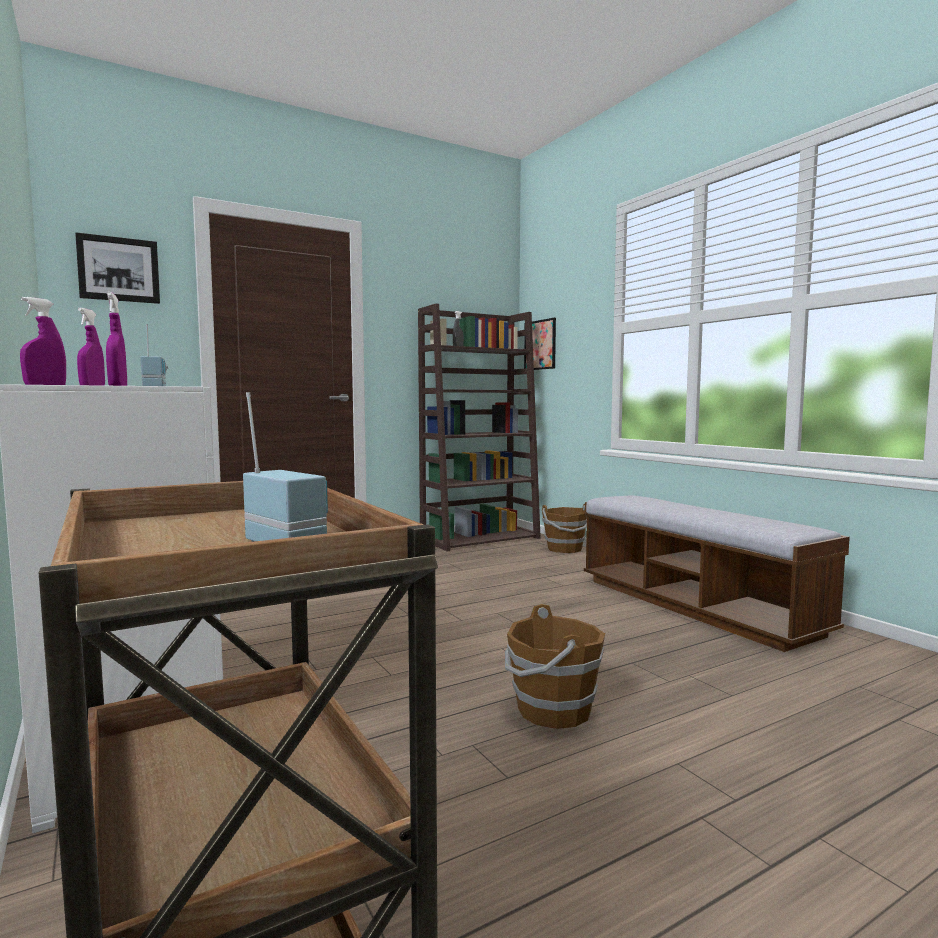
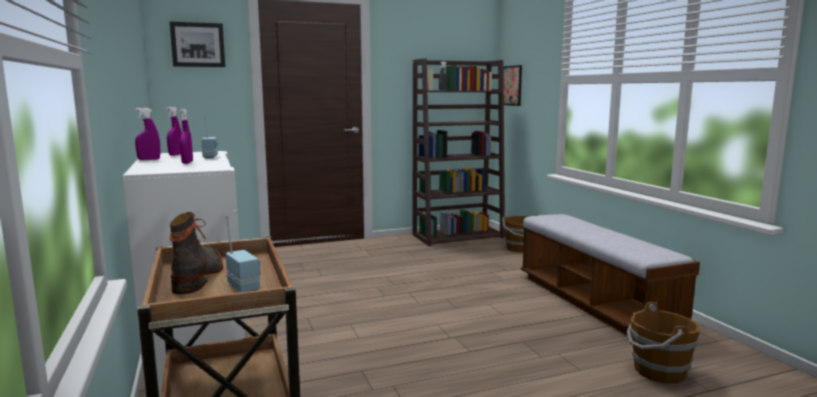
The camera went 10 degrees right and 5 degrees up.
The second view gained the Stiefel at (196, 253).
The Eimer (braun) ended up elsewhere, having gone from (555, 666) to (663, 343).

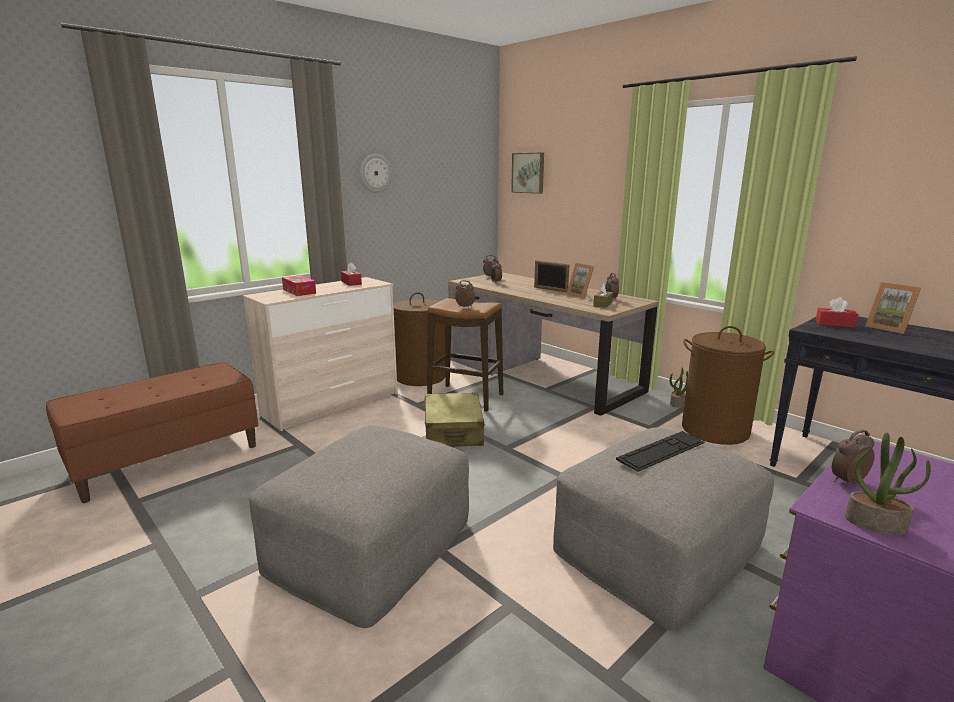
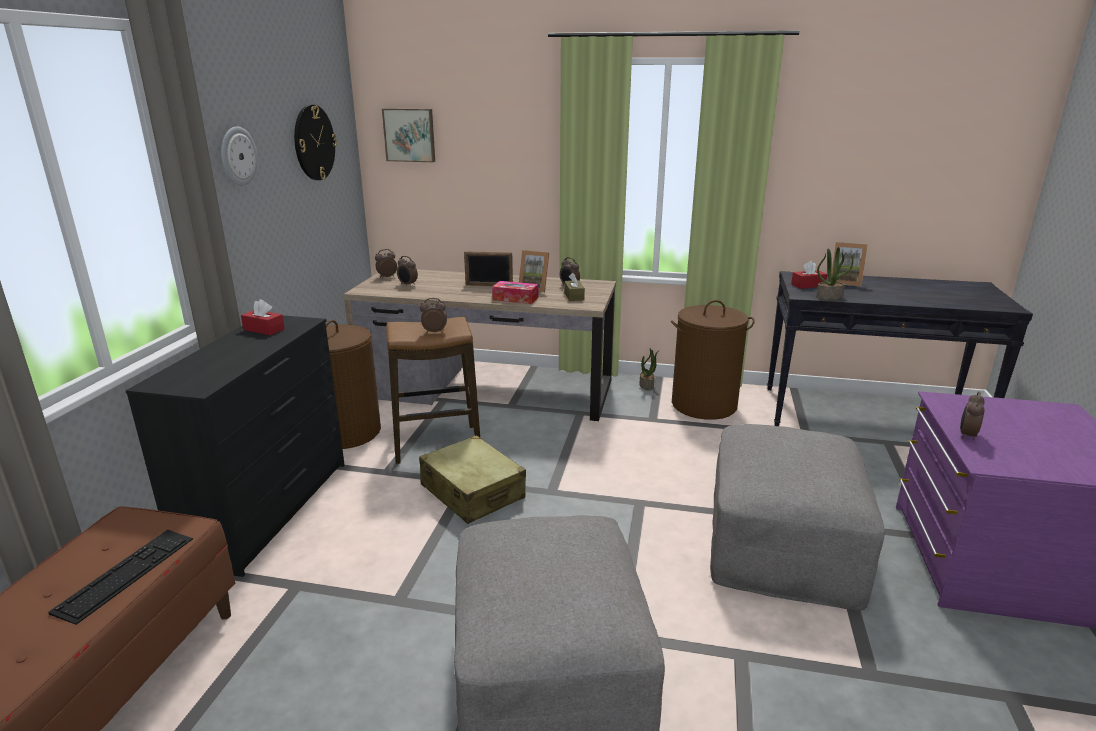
The camera went 35 degrees left and 5 degrees up.
The Tastatur ended up elsewhere, having gone from (660, 451) to (120, 577).
What was the Kommode (beige) at (320, 354) turned into the Kommode (schwarz) at (235, 446).
The second view gained the Wanduhr at (315, 142).
The Taschentuchbox ended up elsewhere, having gone from (299, 285) to (515, 292).
The Topfpflanze ended up elsewhere, having gone from (888, 484) to (834, 273).

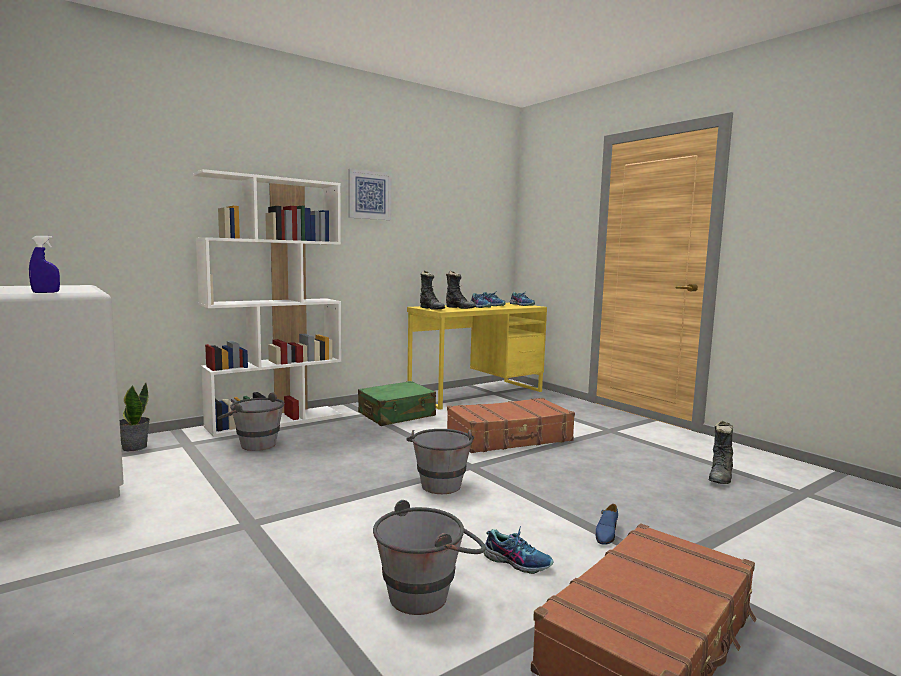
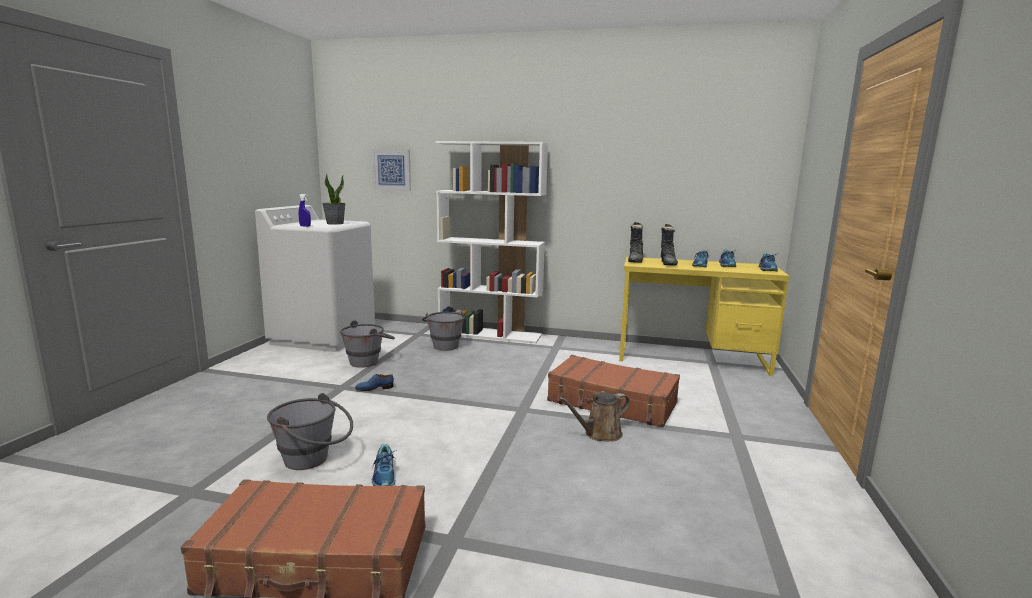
The camera went 50 degrees right and 5 degrees up.
The Topfpflanze ended up elsewhere, having gone from (135, 417) to (334, 199).
The Eimer (grau) ended up elsewhere, having gone from (440, 461) to (367, 344).
The Schuh (blau) ended up elsewhere, having gone from (606, 524) to (374, 382).
The Bild ended up elsewhere, having gone from (369, 194) to (391, 170).
The second view gained the Gießkanne (braun) at (594, 416).
The second view lost the Koffer (grün) at (397, 403).
The second view lost the Stiefel (schwarz) at (721, 452).

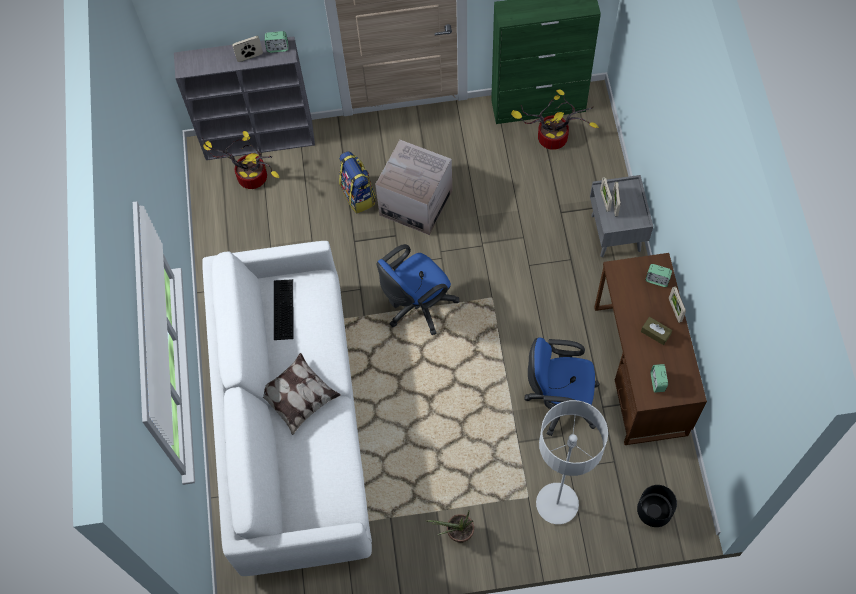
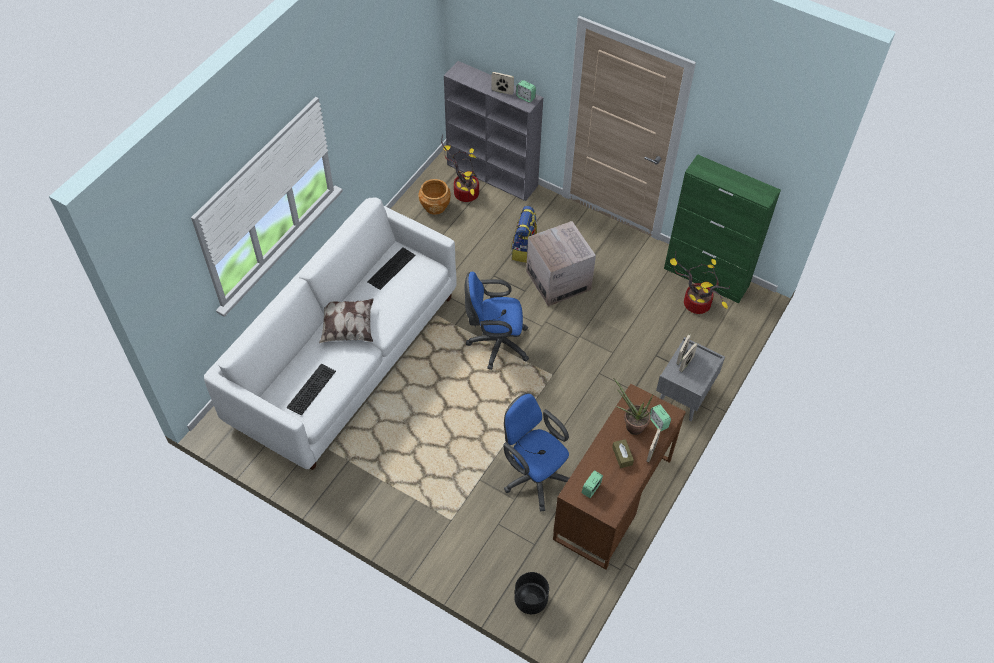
The camera went 35 degrees right and 10 degrees down.
The second view gained the Tastatur at (311, 390).
The second view gained the Pflanzkübel (braun) at (434, 197).
The Topfpflanze ended up elsewhere, having gone from (449, 527) to (633, 406).
The second view lost the Stehlampe (grau) at (572, 462).

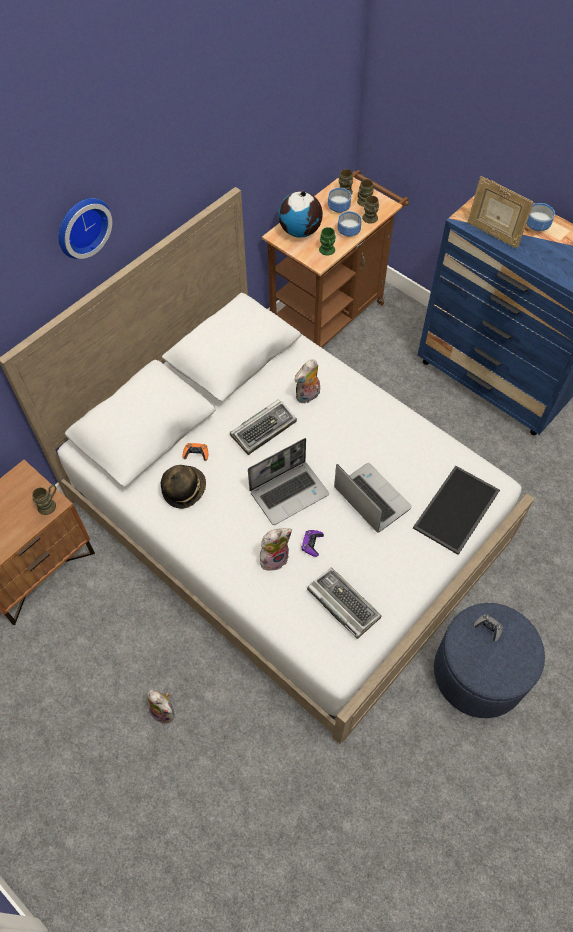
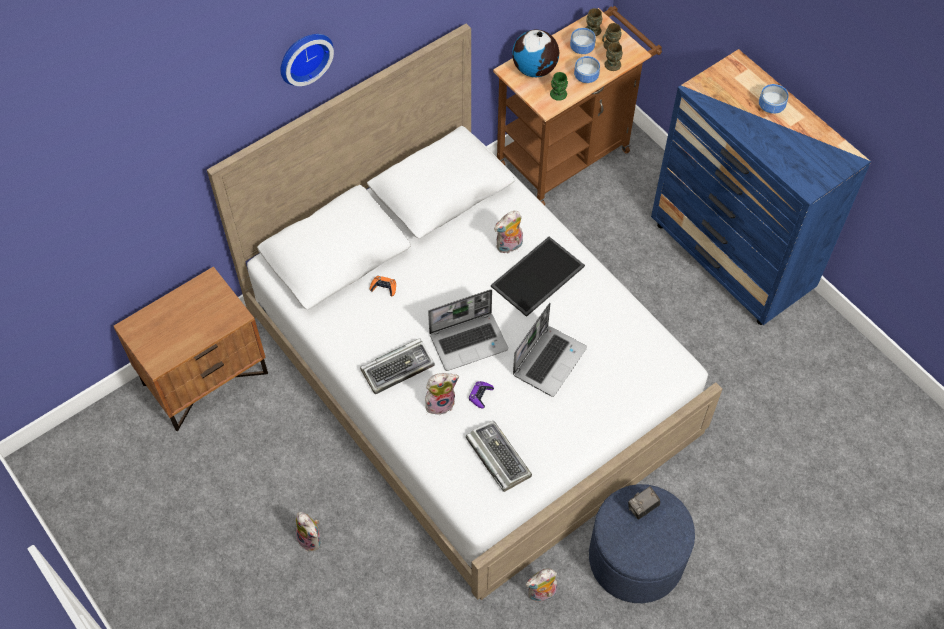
The camera went 10 degrees right and 0 degrees up.
The Tastatur ended up elsewhere, having gone from (263, 427) to (397, 366).
The Tablett ended up elsewhere, having gone from (456, 510) to (538, 277).
The Laptop at (373, 498) ended up facing another way, 60 degrees clockwise from before.
The second view gained the Plüschtier at (541, 585).
Where the Gamepad (grau) stood at (488, 628), the Kamera came to stand at (644, 503).
The second view lost the Henkelbecher (braun) at (44, 499).
The second view lost the Hut at (183, 487).
The second view lost the Bilderrahmen at (500, 212).

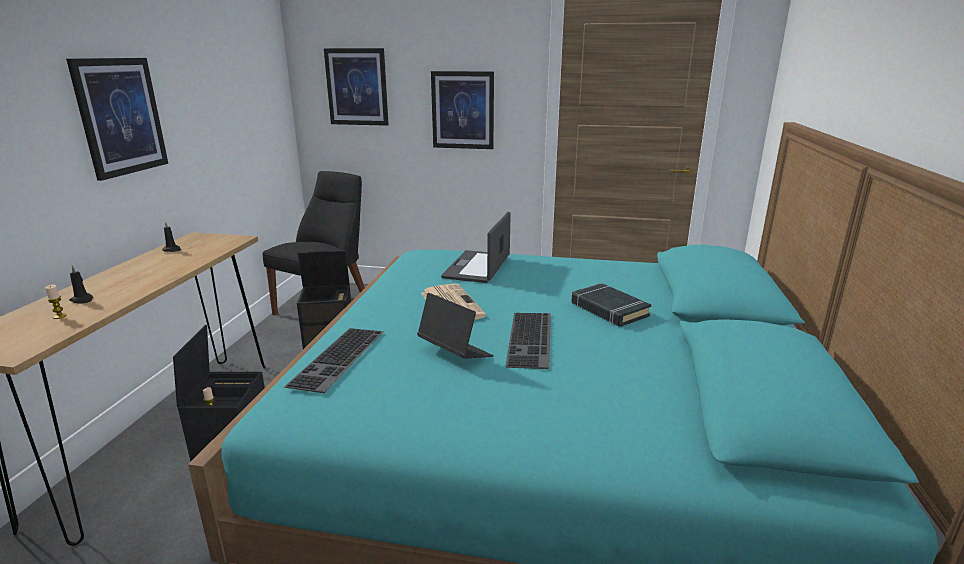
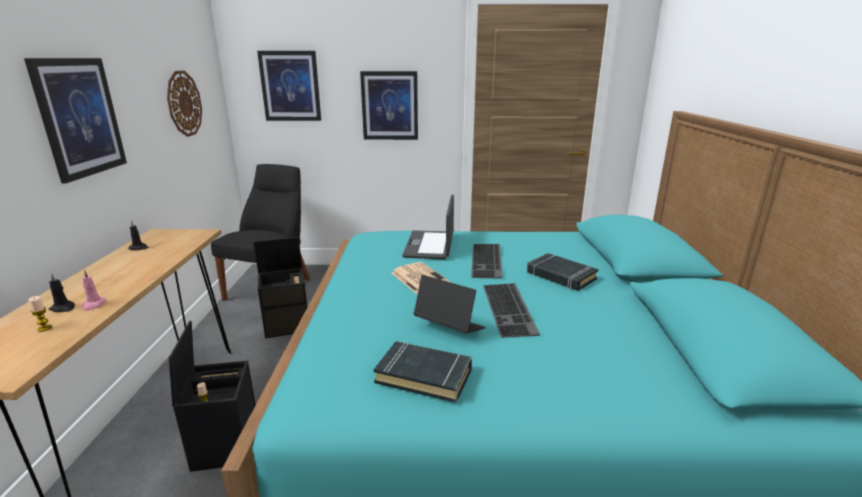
The camera went 10 degrees left and 0 degrees up.
The second view gained the Kerze (rosa) at (94, 290).
The second view gained the Wanduhr at (184, 104).
The second view gained the Buch (schwarz) at (423, 372).
The Tastatur ended up elsewhere, having gone from (334, 360) to (487, 261).

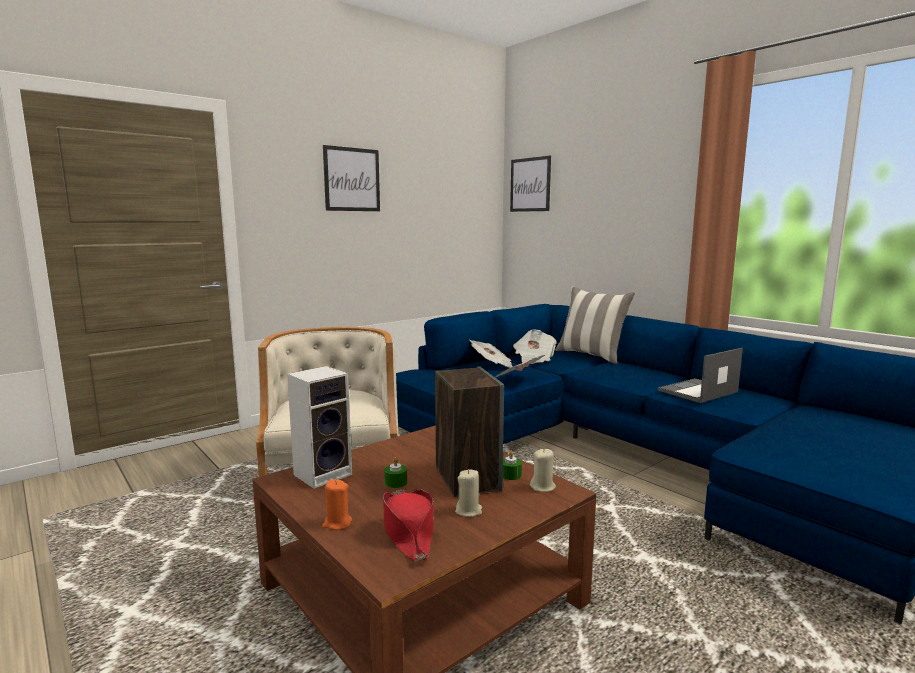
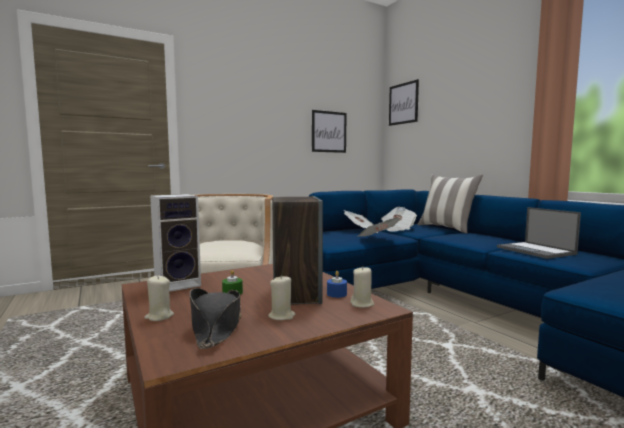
The camera went 10 degrees right and 5 degrees down.
What was the Kerze (orange) at (337, 504) turned into the Kerze (beige) at (159, 298).
What was the Hut (rot) at (408, 525) turned into the Hut (schwarz) at (215, 318).
The Bild ended up elsewhere, having gone from (351, 178) to (329, 131).
What was the Kerze (grün) at (512, 465) turned into the Kerze (blau) at (337, 284).
The Laptop at (700, 375) ended up facing another way, 90 degrees counterclockwise from before.

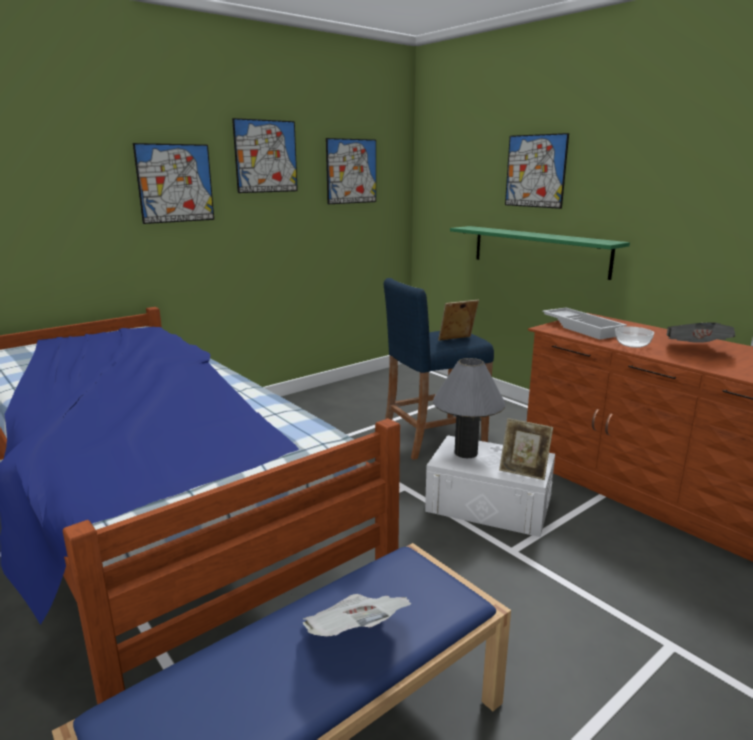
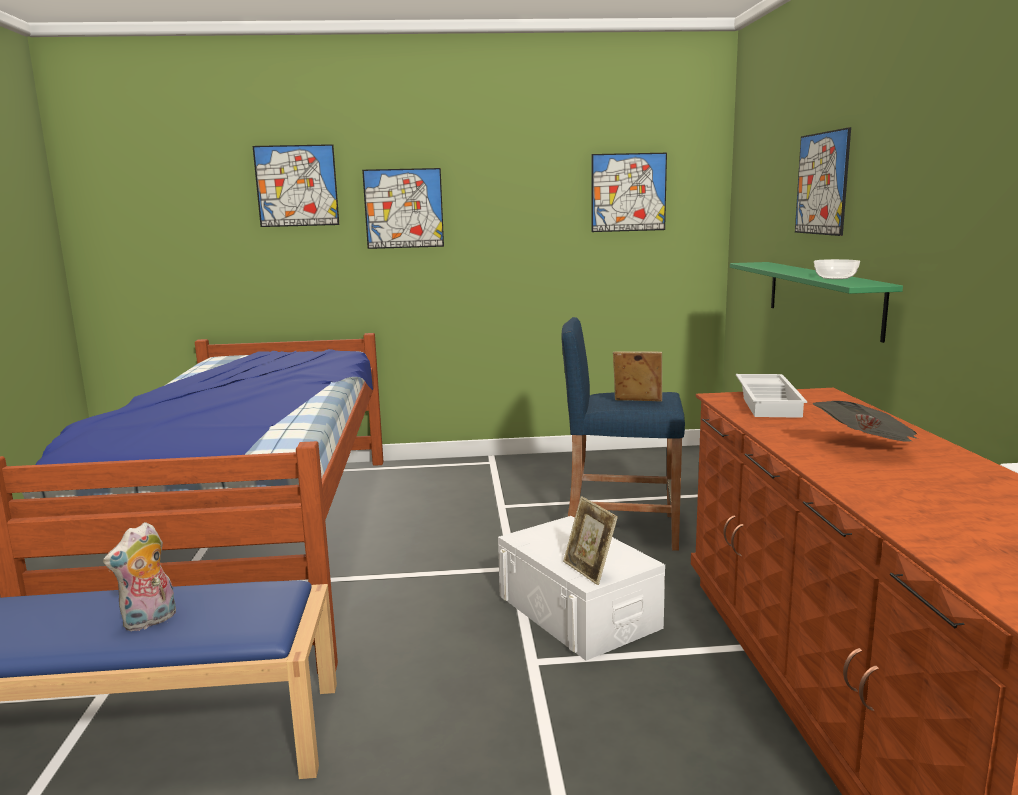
The camera went 35 degrees right and 5 degrees down.
Where the Zeitung stood at (357, 615), the Plüschtier came to stand at (139, 576).
The Bild ended up elsewhere, having gone from (265, 155) to (296, 185).
The Schüssel ended up elsewhere, having gone from (634, 337) to (837, 269).
The second view lost the Tischlampe (grau) at (469, 408).

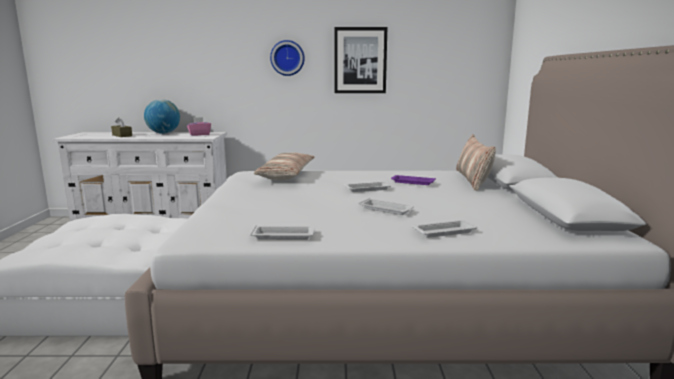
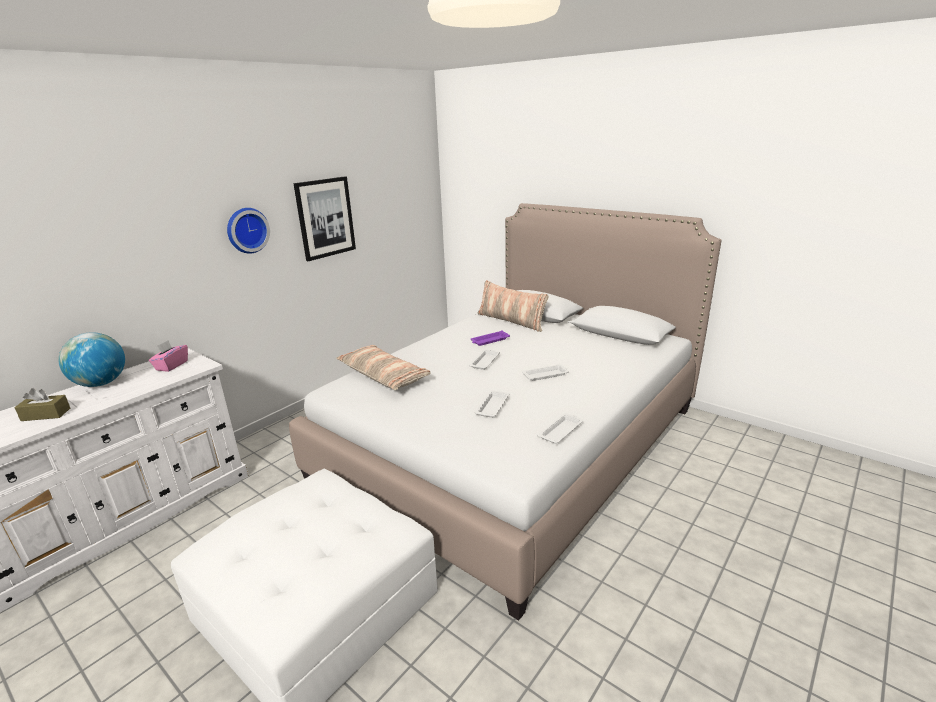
The camera went 50 degrees left and 10 degrees up.
The Tablett (weiß) ended up elsewhere, having gone from (444, 229) to (492, 404).

